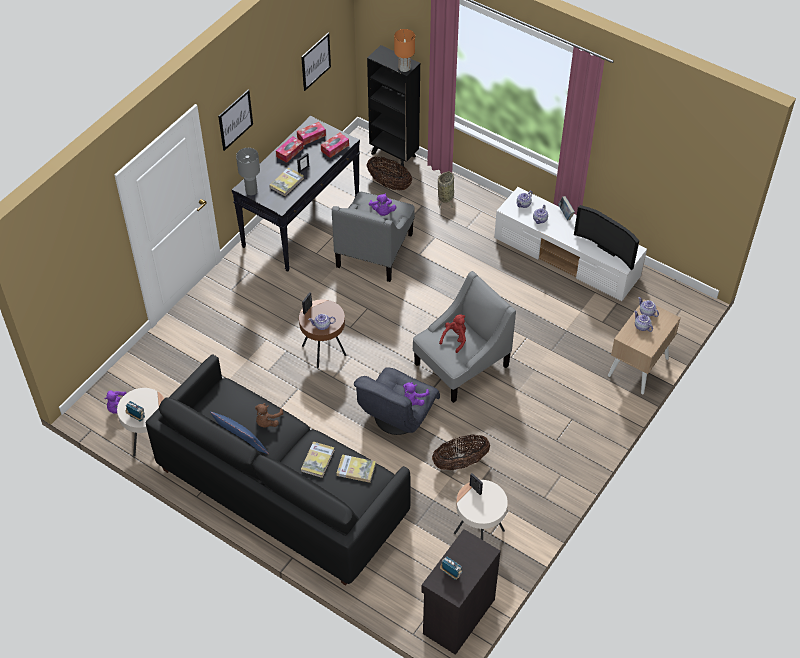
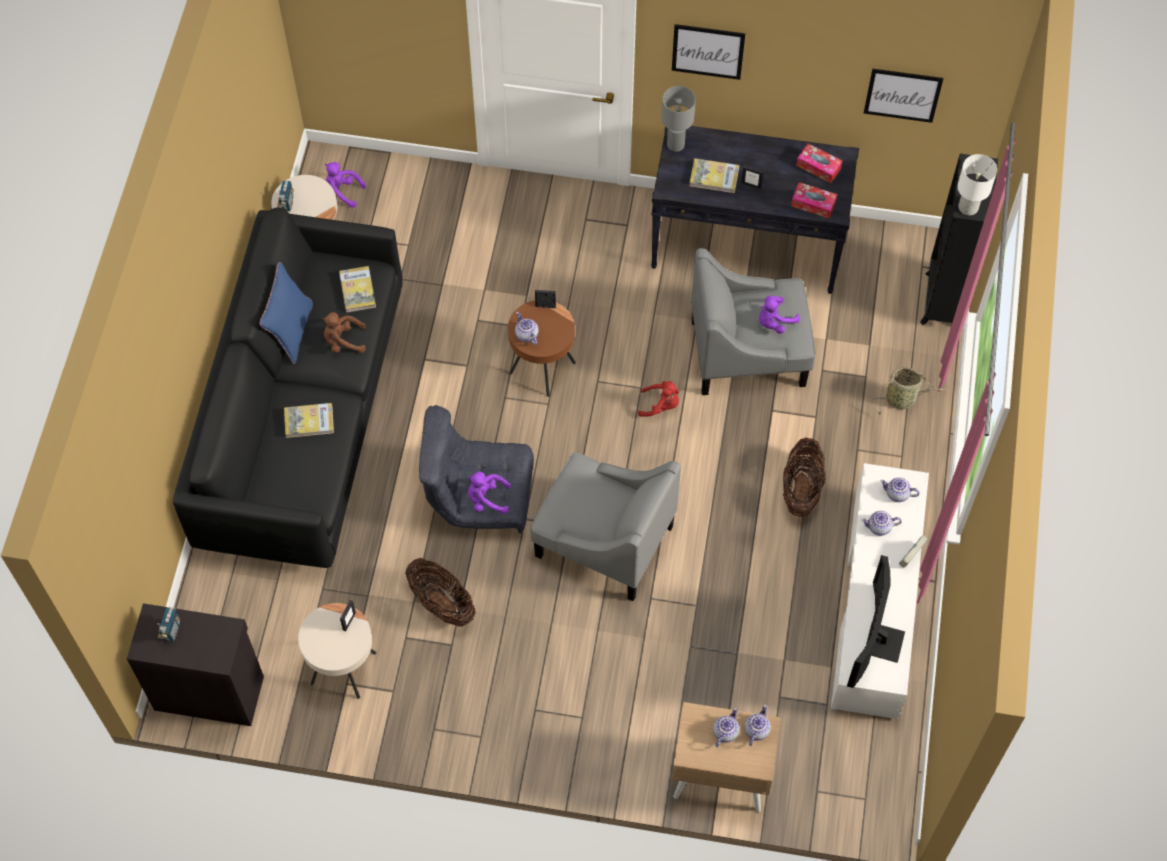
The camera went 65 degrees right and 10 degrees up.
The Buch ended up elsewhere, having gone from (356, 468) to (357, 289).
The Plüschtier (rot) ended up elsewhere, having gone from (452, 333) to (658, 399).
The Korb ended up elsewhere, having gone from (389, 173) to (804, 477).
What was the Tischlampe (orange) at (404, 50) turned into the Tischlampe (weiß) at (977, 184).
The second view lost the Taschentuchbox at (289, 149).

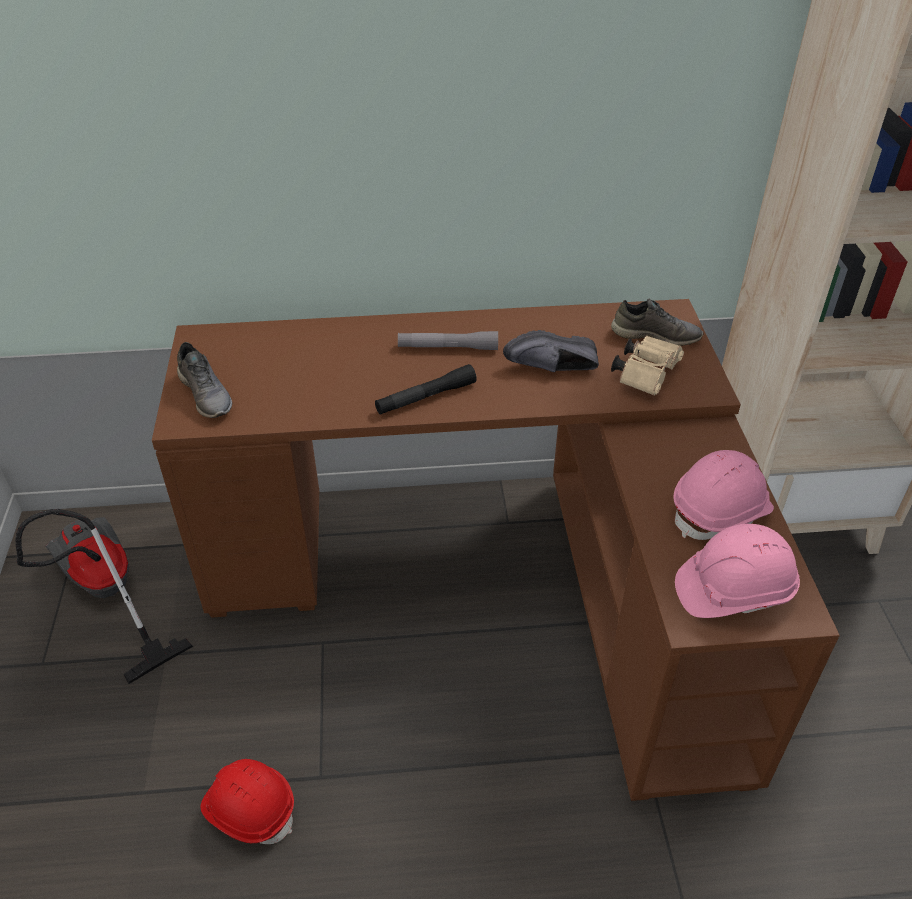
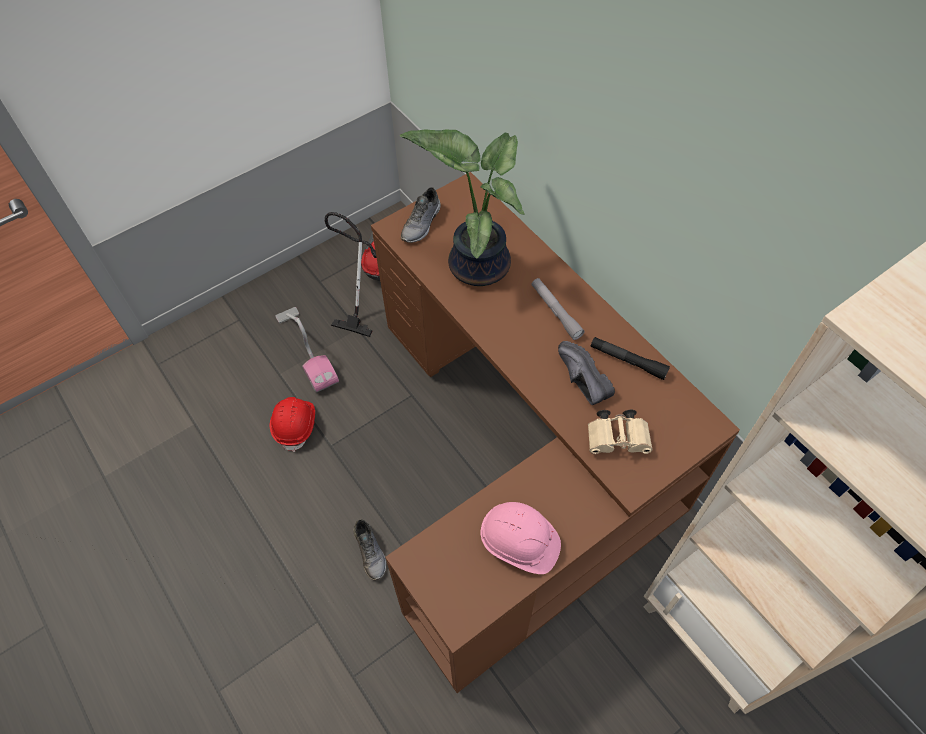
The camera went 60 degrees right and 15 degrees up.
The second view gained the Staubsauger at (307, 350).
The Schuh (grau) ended up elsewhere, having gone from (657, 322) to (369, 549).
The second view gained the Topfpflanze at (462, 207).
The Taschenlampe (schwarz) ended up elsewhere, having gone from (426, 389) to (630, 358).
The second view lost the Schutzhelm (rosa) at (737, 571).

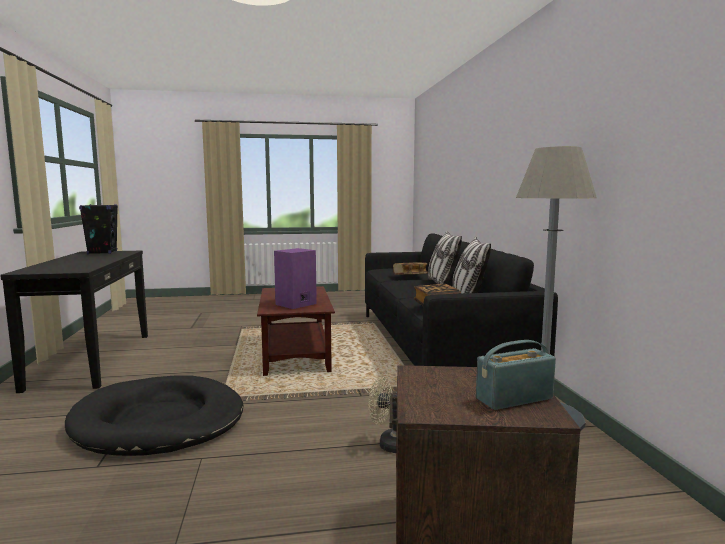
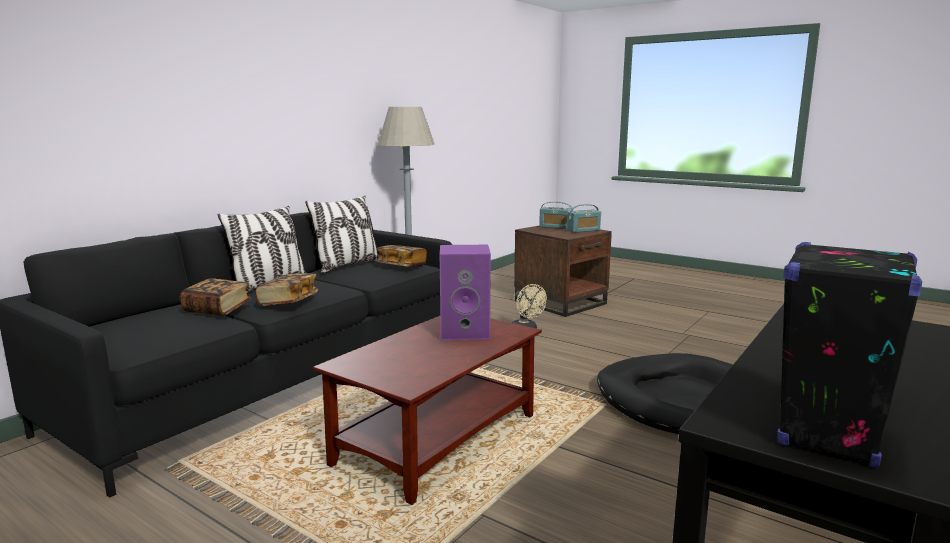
The camera went 135 degrees left and 5 degrees up.
The second view gained the Buch at (287, 289).
The second view gained the Radio at (584, 218).

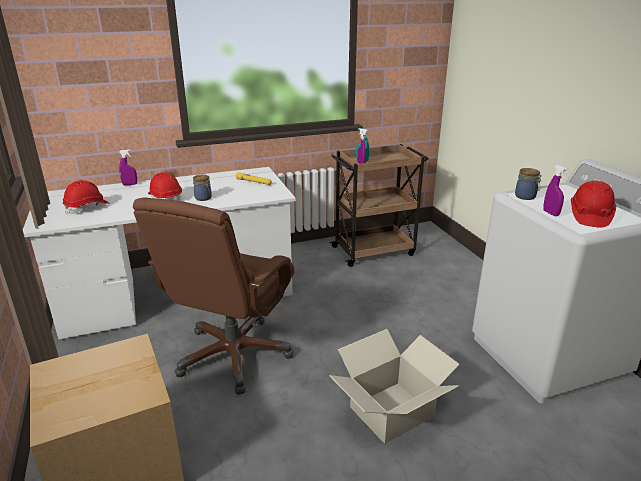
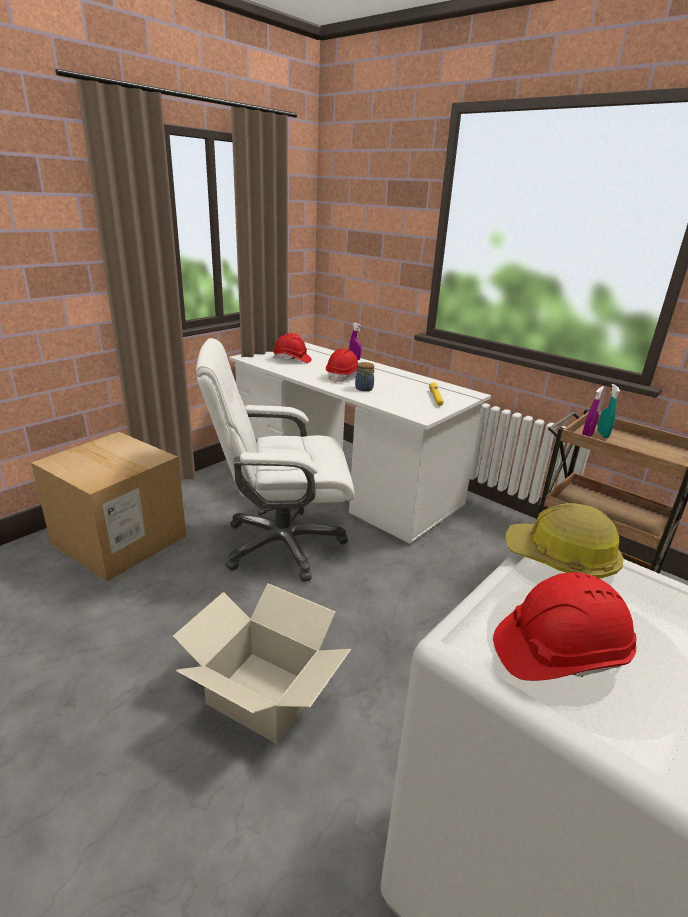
The camera went 60 degrees right and 0 degrees up.
What was the Bürostuhl (braun) at (213, 296) turned into the Bürostuhl (weiß) at (275, 460).
Where the Vorratsglas stood at (528, 184), the Schutzhelm came to stand at (565, 540).
The second view lost the Sprühflasche (lila) at (555, 190).

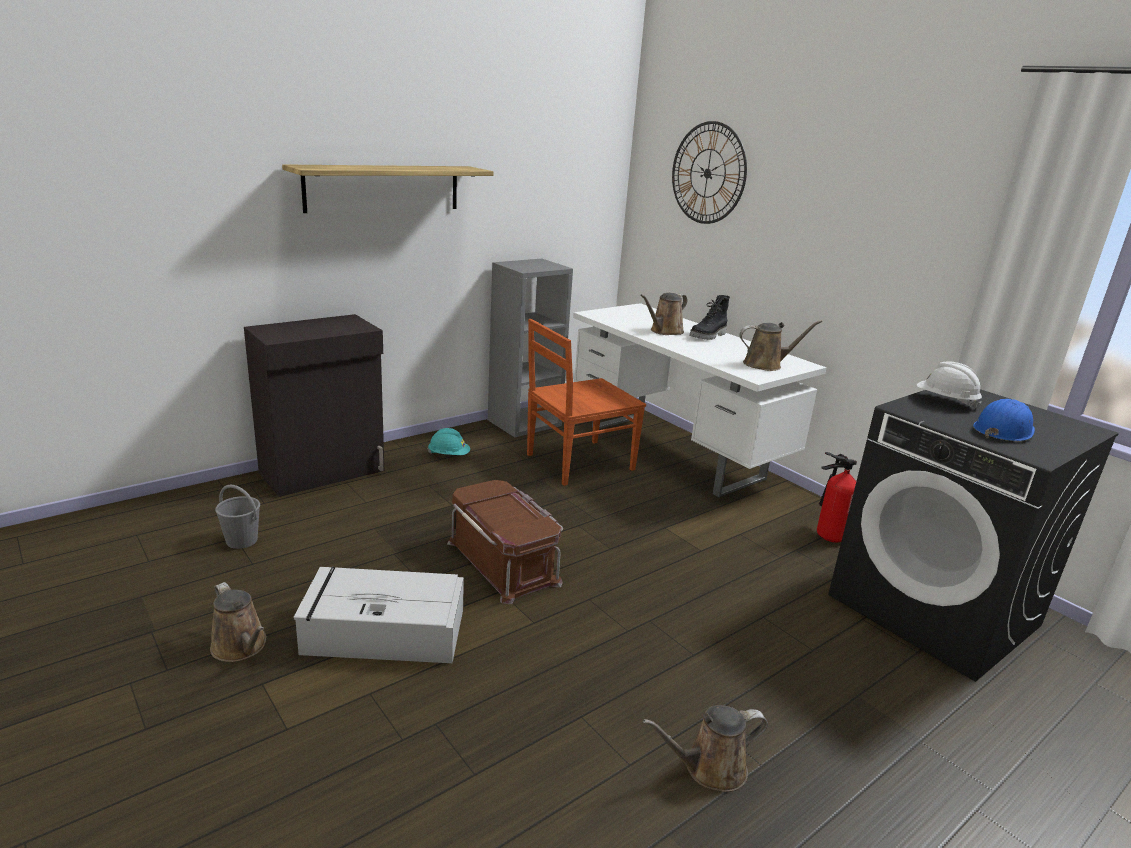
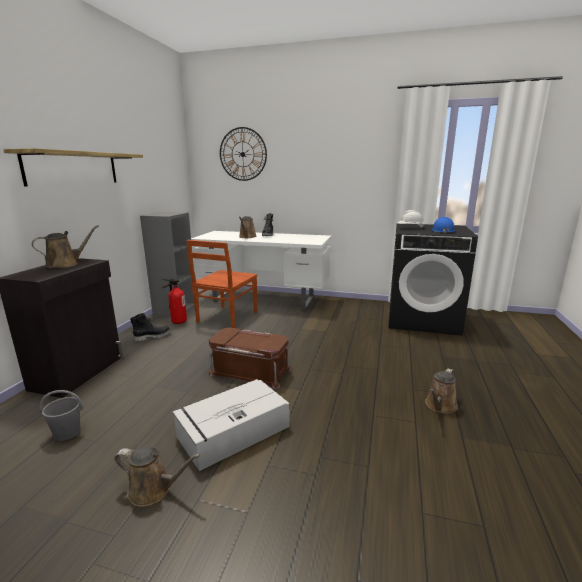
The camera went 35 degrees left and 5 degrees down.
The Gießkanne (braun) ended up elsewhere, having gone from (781, 345) to (65, 246).
Where the Schutzhelm (türkis) stood at (449, 441), the Stiefel (schwarz) came to stand at (150, 327).
The Feuerlöscher ended up elsewhere, having gone from (837, 497) to (174, 301).

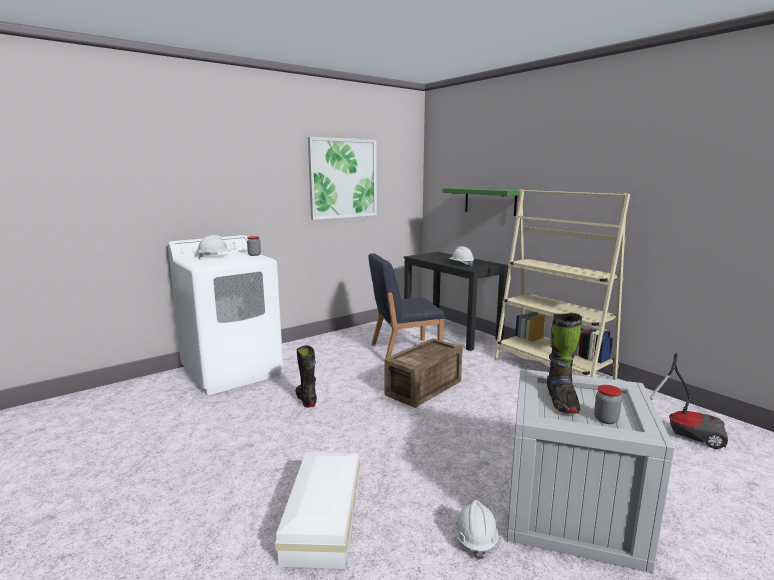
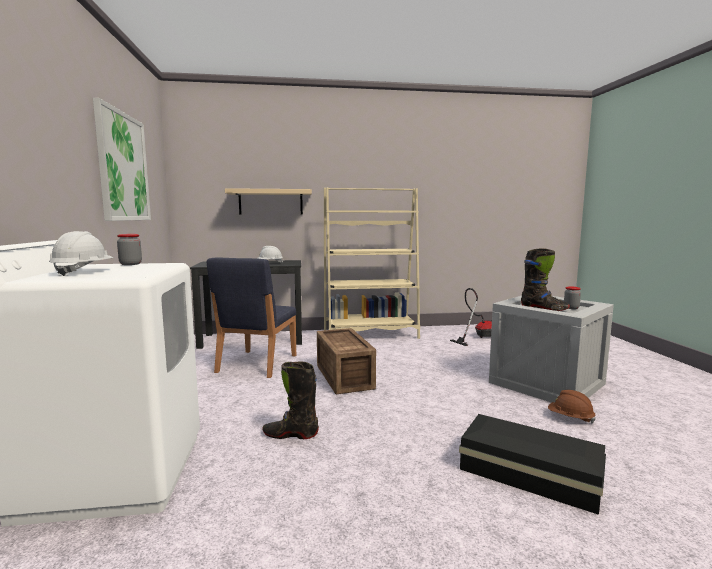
The camera went 60 degrees left and 5 degrees down.
What was the Wandregal (grün) at (484, 202) turned into the Wandregal (beige) at (268, 201).
What was the Aufbewahrungsbox (weiß) at (317, 510) turned into the Aufbewahrungsbox (schwarz) at (532, 464).
What was the Schutzhelm (weiß) at (476, 529) turned into the Schutzhelm (braun) at (572, 406).

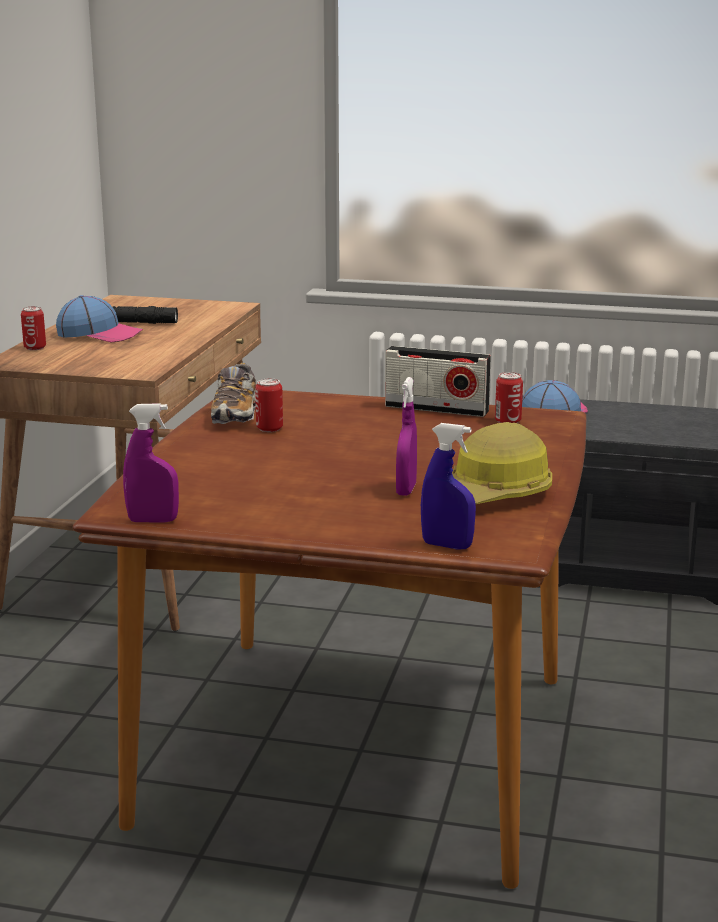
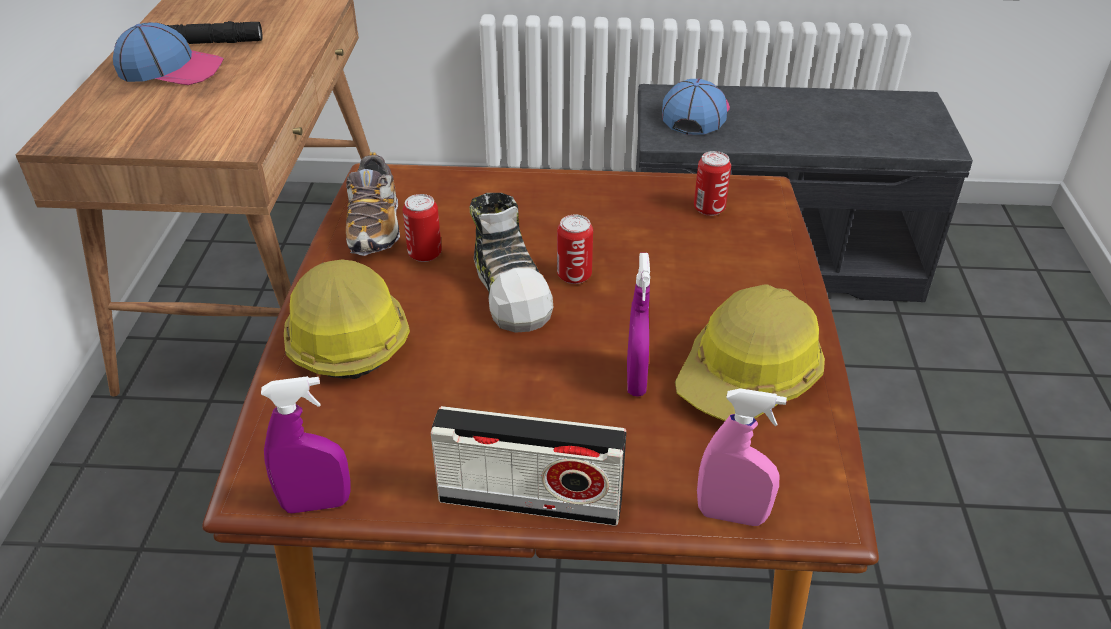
The camera went 10 degrees left and 20 degrees up.
The second view gained the Schutzhelm at (347, 319).
The Radio ended up elsewhere, having gone from (438, 381) to (528, 466).
The second view gained the Schuh at (511, 263).
The Dose ended up elsewhere, having gone from (33, 328) to (575, 249).
What was the Sprühflasche (blau) at (448, 486) turned into the Sprühflasche (rosa) at (742, 457).

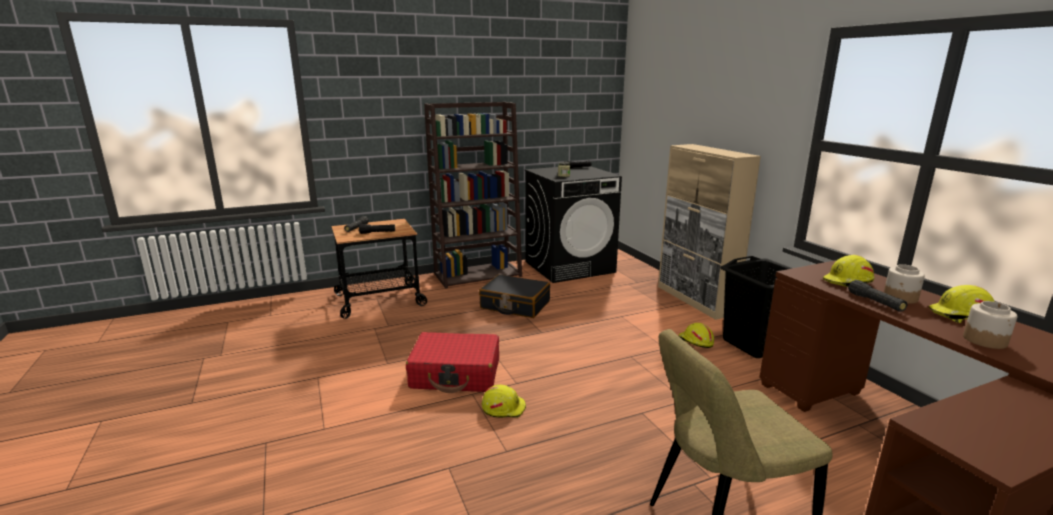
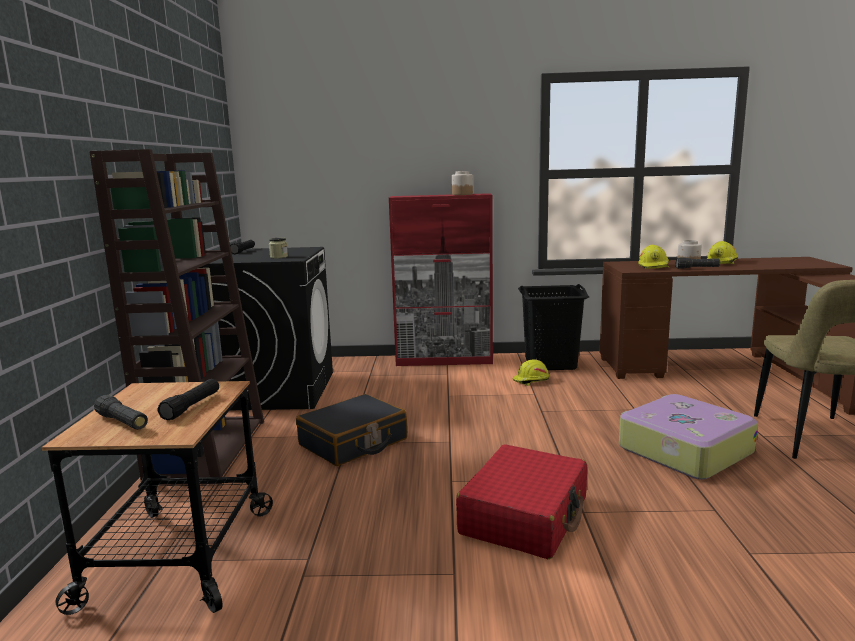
The camera went 65 degrees left and 5 degrees down.
What was the Schrank (beige) at (709, 232) turned into the Schrank (rot) at (441, 279).
The Vorratsglas ended up elsewhere, having gone from (990, 325) to (462, 183).
The second view gained the Koffer at (688, 437).
The second view lost the Schutzhelm (gelb) at (504, 401).

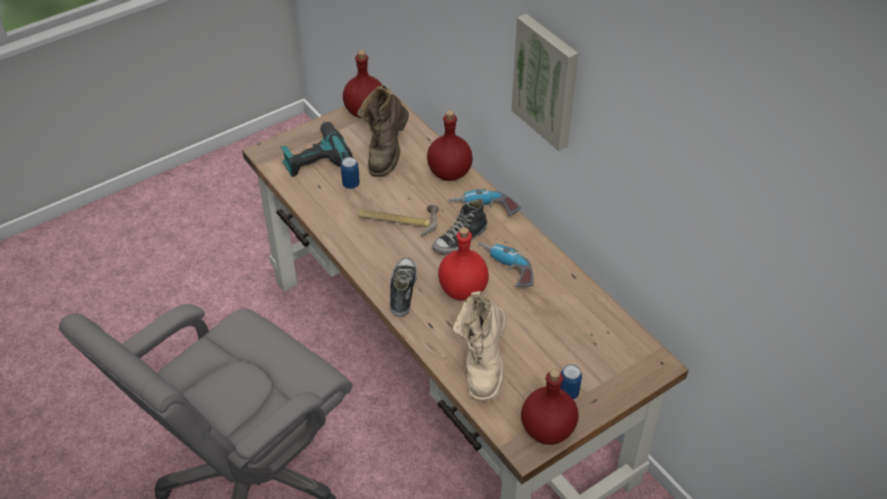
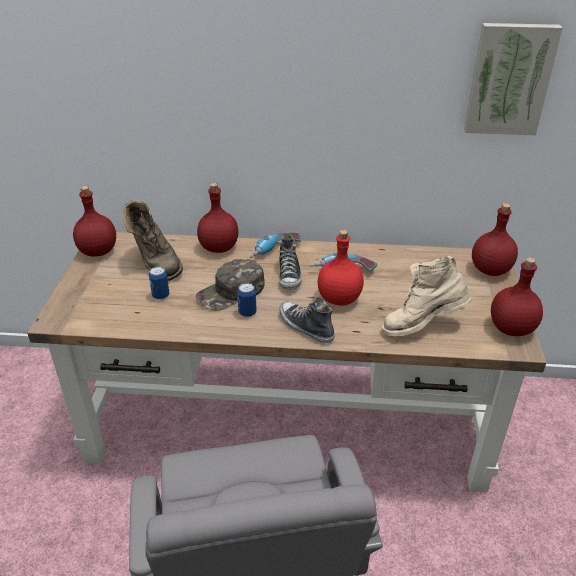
The camera went 50 degrees left and 10 degrees down.
Where the Hammer stood at (398, 221), the Kappe (grün) came to stand at (230, 285).
The Dose ended up elsewhere, having gone from (571, 382) to (247, 300).
The Stiefel (beige) at (480, 346) ended up facing another way, 120 degrees clockwise from before.
The Bild ended up elsewhere, having gone from (544, 82) to (513, 79).
The second view gained the Flasche (rot) at (495, 239).
The second view lost the Bohrmaschine at (317, 149).

